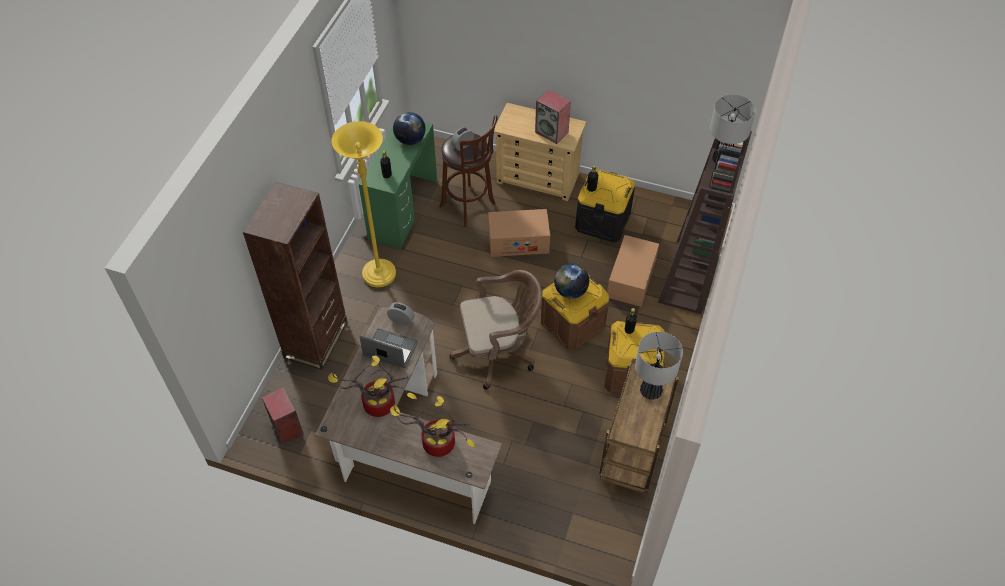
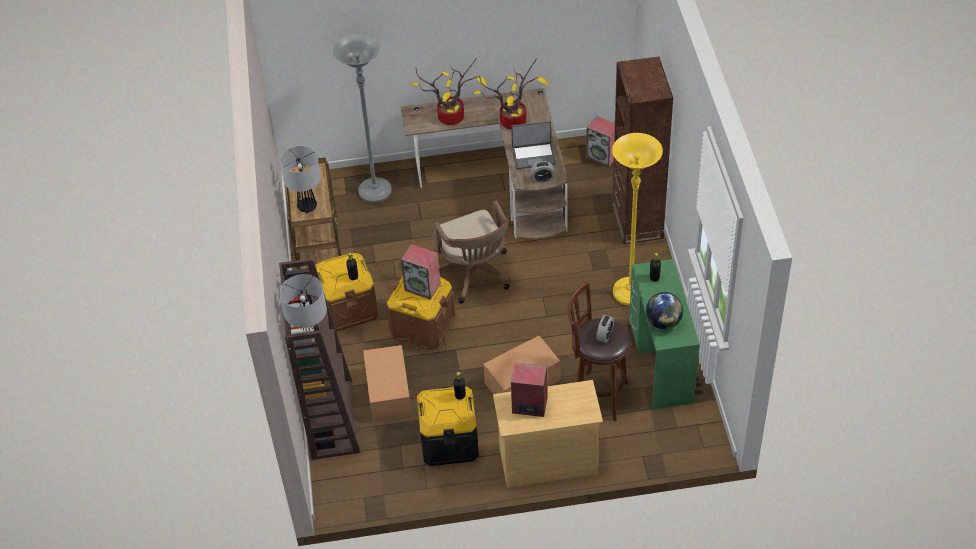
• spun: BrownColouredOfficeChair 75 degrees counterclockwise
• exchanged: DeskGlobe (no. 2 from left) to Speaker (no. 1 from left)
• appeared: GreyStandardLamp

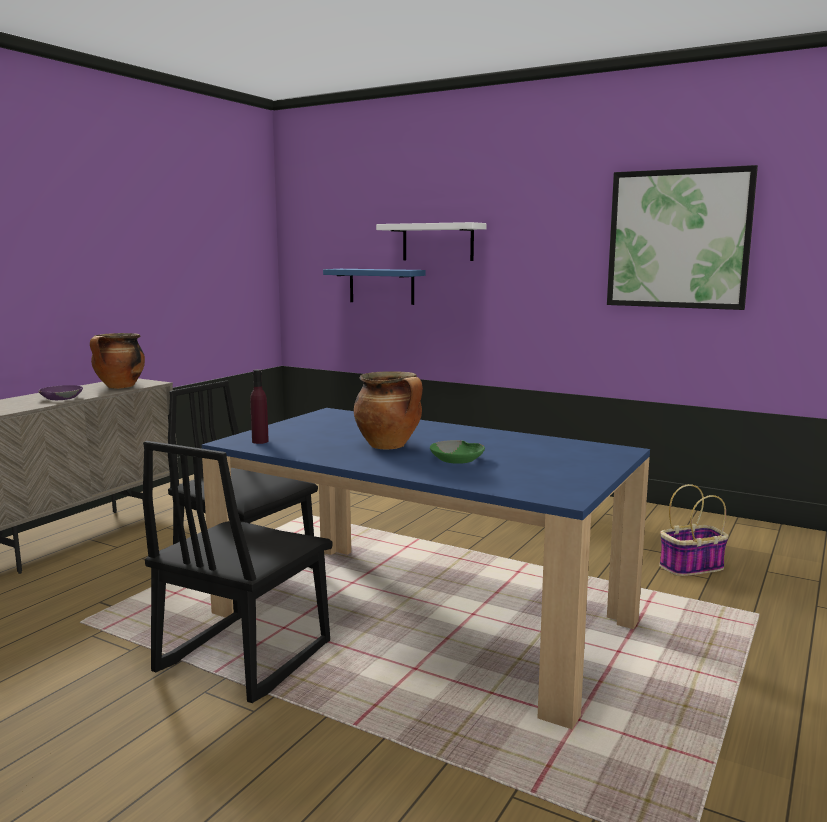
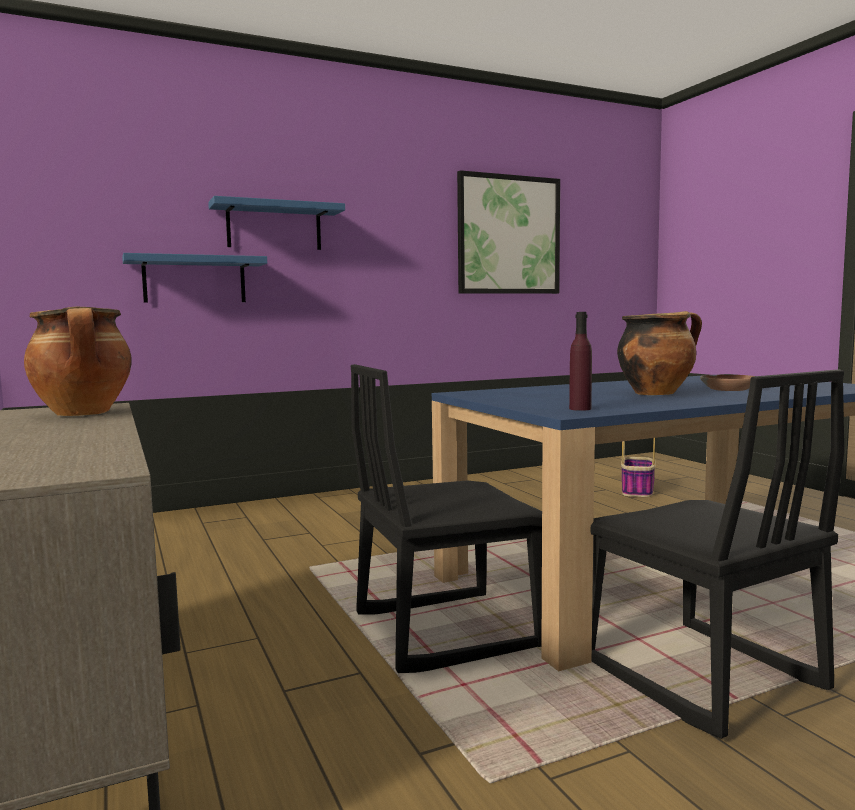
• missing: PurplishDeepDish
• colour: WhiteColouredBracketShelf to BlueBracketShelf (no. 2 from left)
• colour: GreenishDeepDish to BrownColouredDeepDish

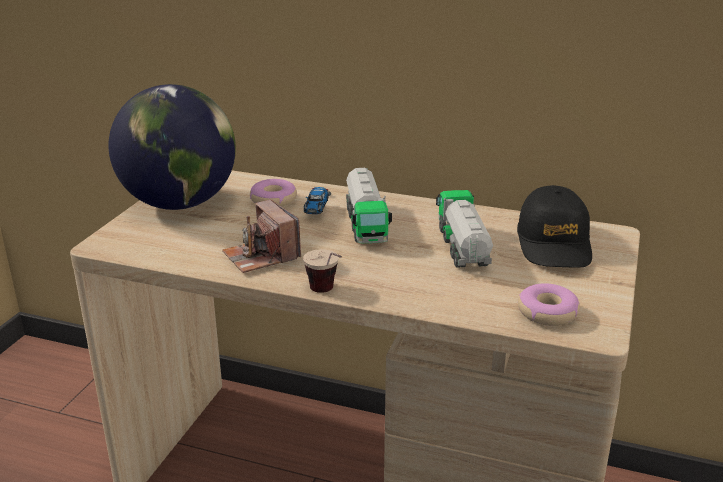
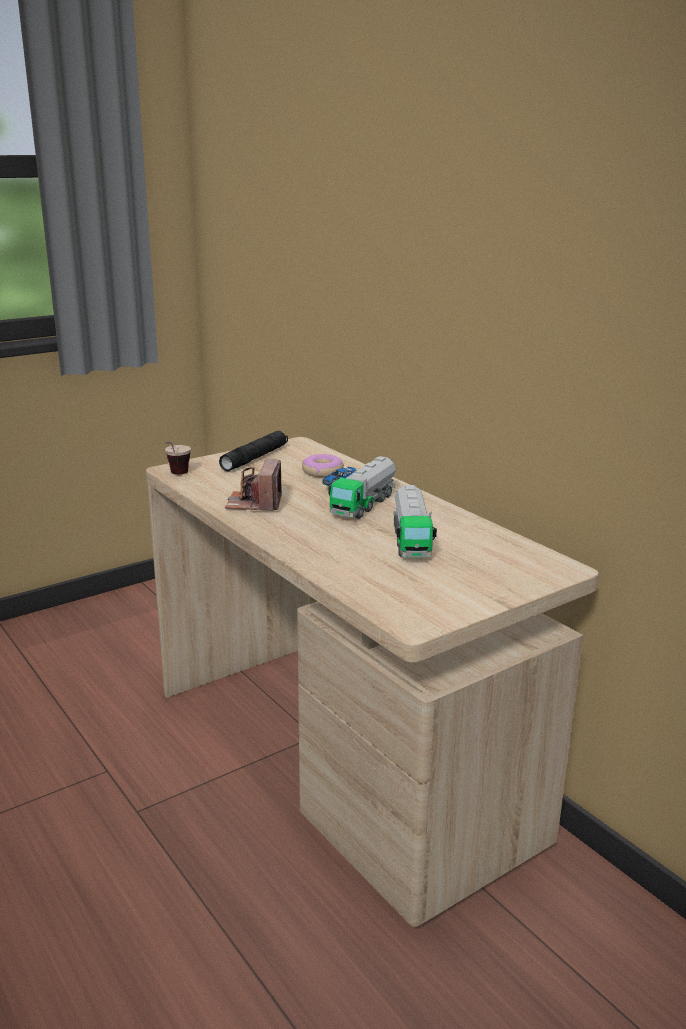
• exchanged: DeskGlobe to BlackishTorch
• relocated: DrinkingCup
• spun: ToyLorry (no. 2 from left) 150 degrees clockwise
• missing: BlackishCap
• missing: Donut (no. 2 from left)

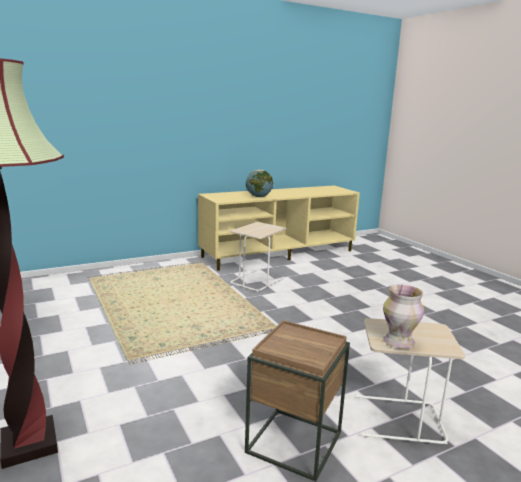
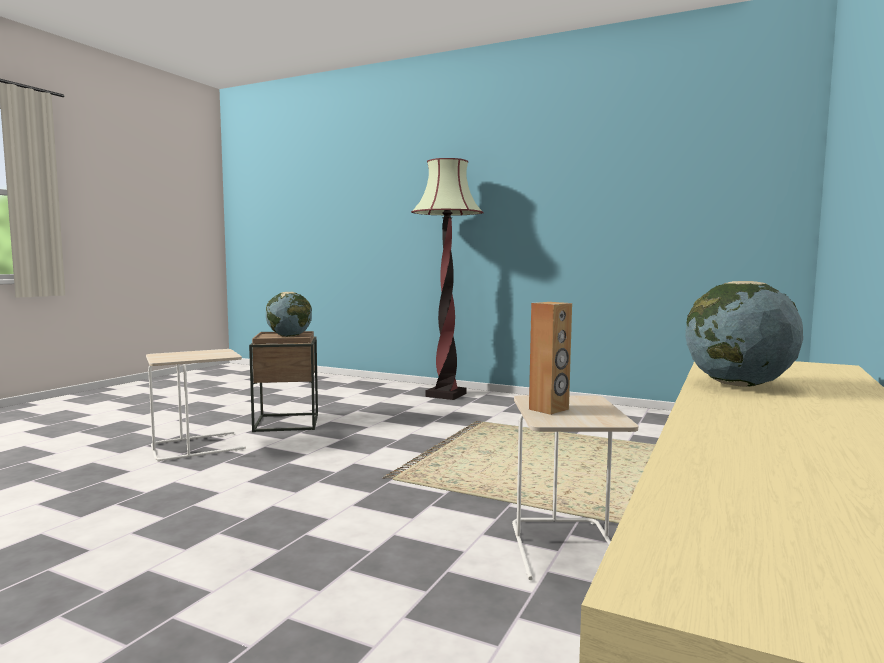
• missing: Vase
• appeared: DeskGlobe (no. 1 from left)
• appeared: BrownColouredSpeaker

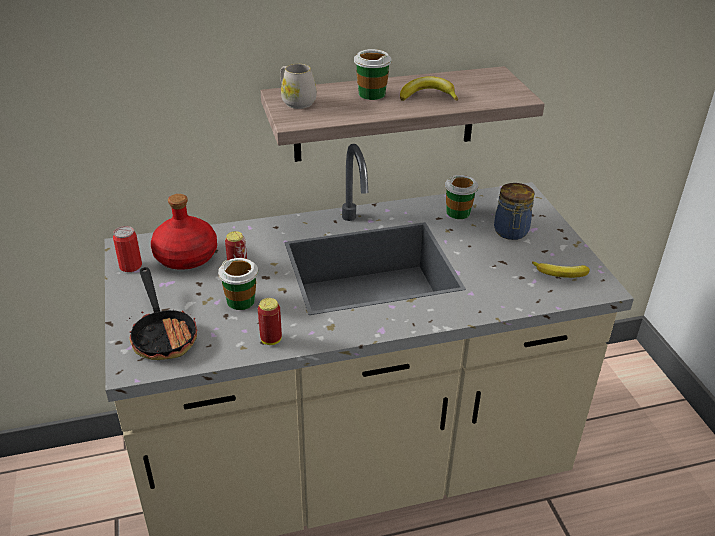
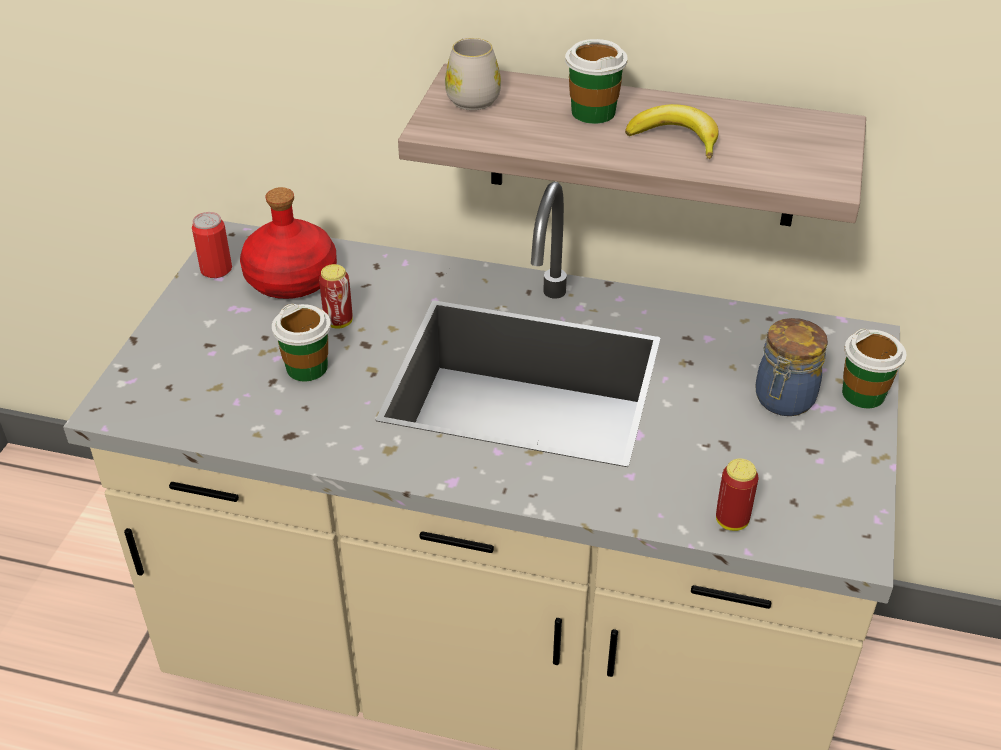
• missing: Pan
• relocated: SealedCan (no. 3 from left)
• relocated: DrinkingCup (no. 3 from left)
• missing: BananaFruit (no. 2 from left)

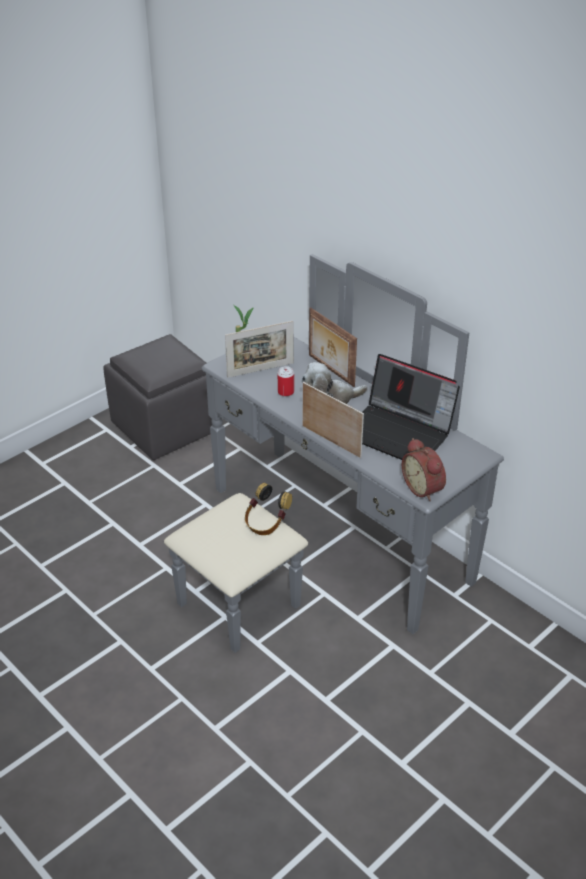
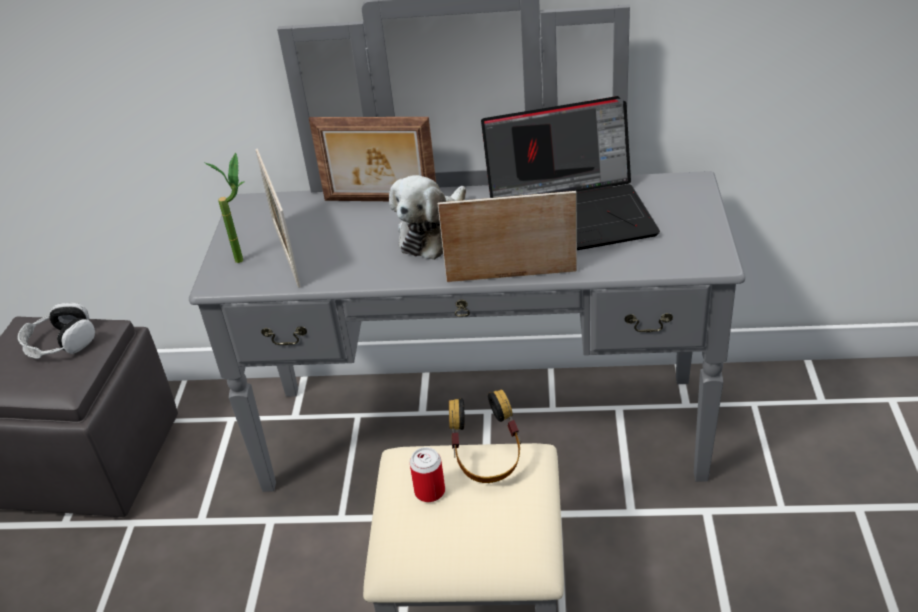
• spun: PictureFrame (no. 1 from left) 135 degrees clockwise
• relocated: SealedCan
• missing: AlarmClock
• appeared: Headset (no. 1 from left)

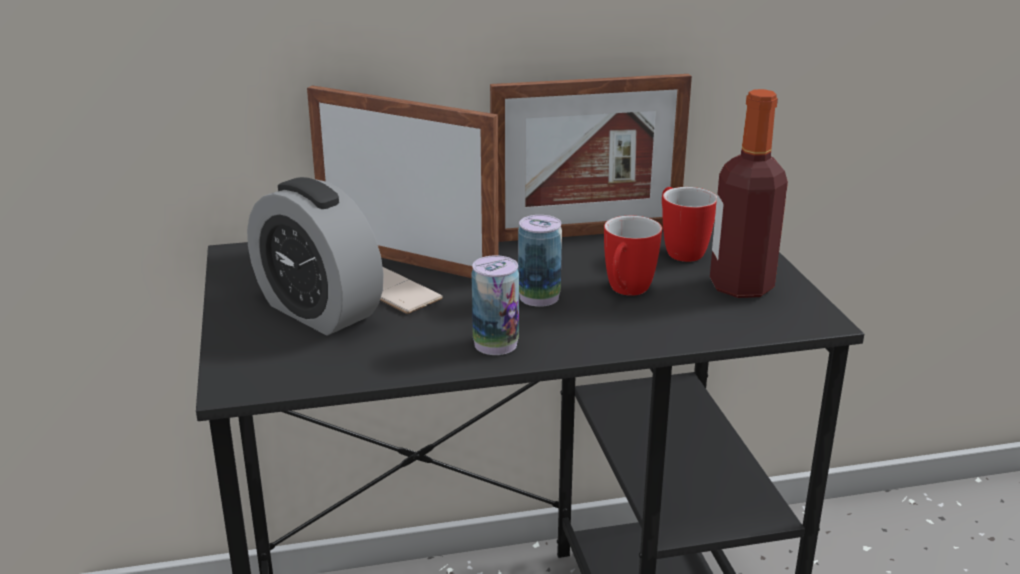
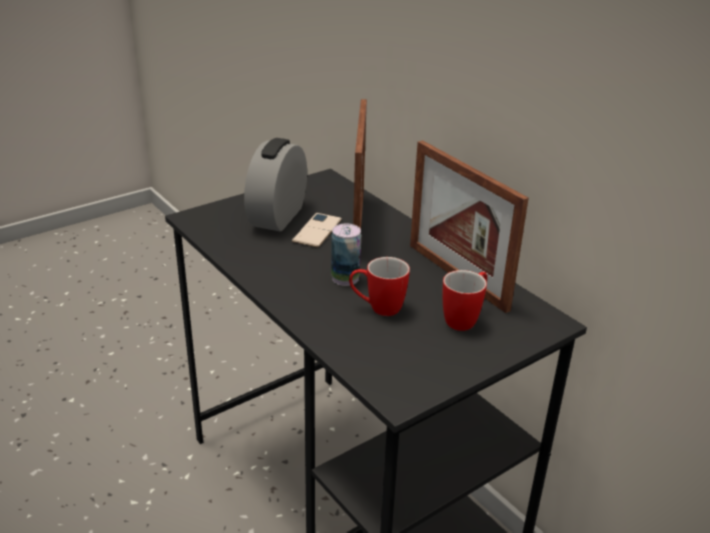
• missing: SealedCan (no. 1 from left)
• missing: Bottle

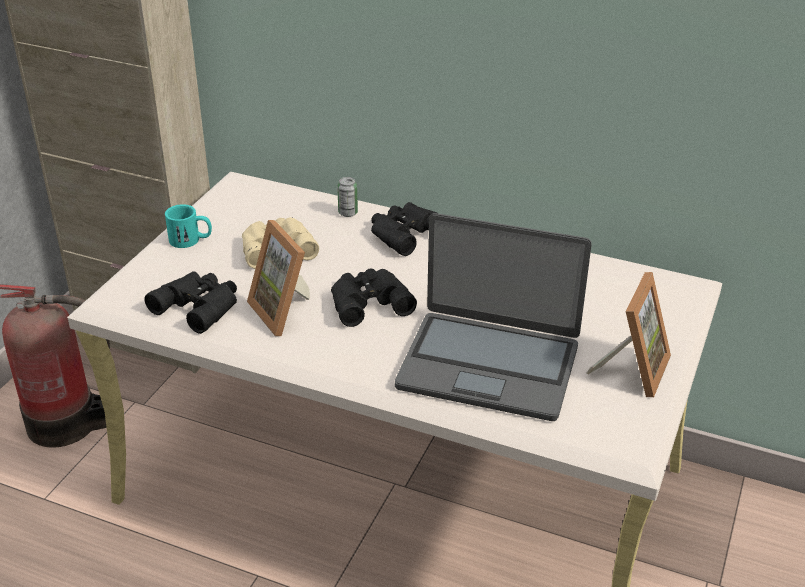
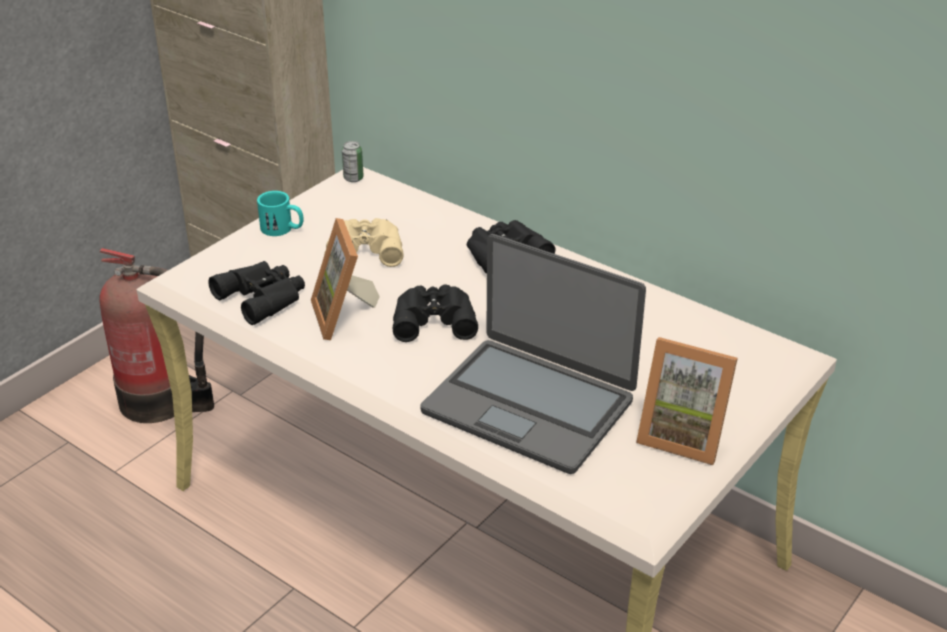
• relocated: SealedCan
• spun: PictureFrame (no. 2 from left) 75 degrees clockwise

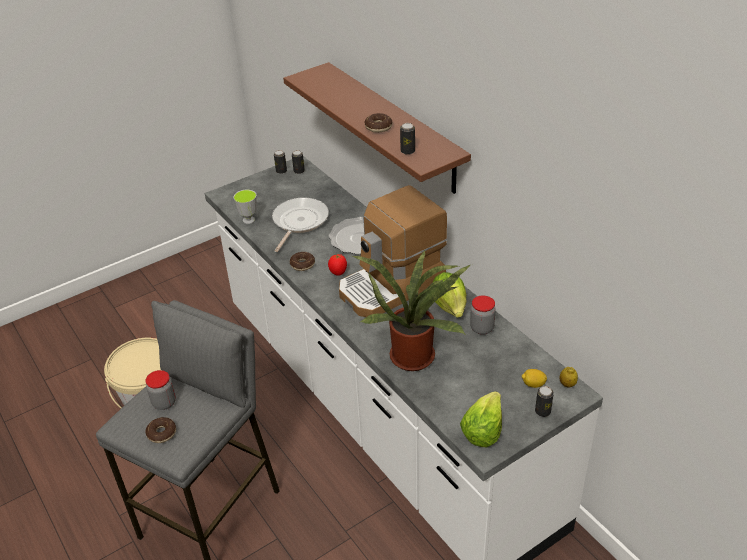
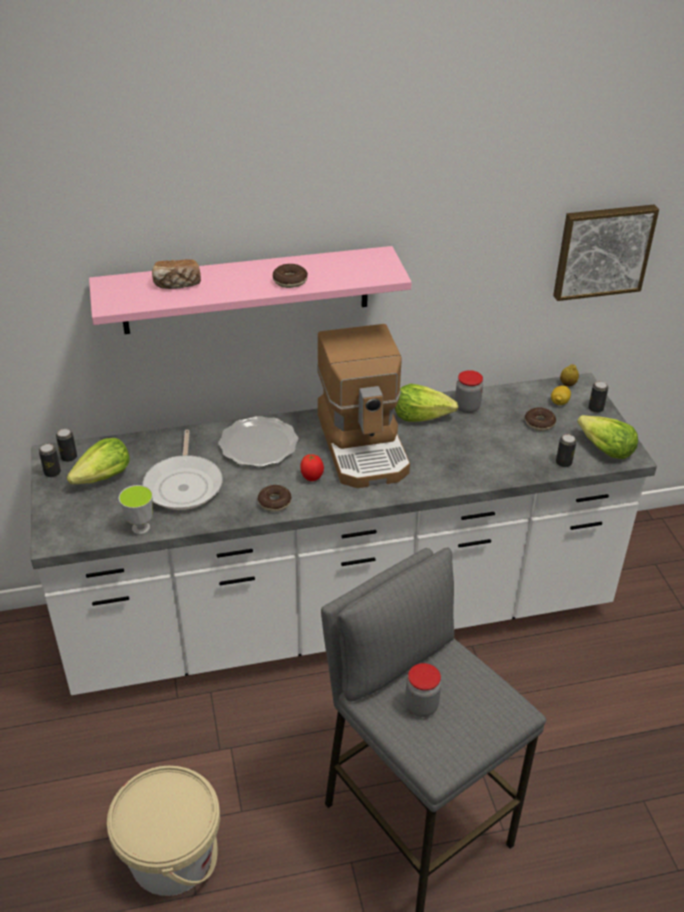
• relocated: Donut (no. 1 from left in the first image) to Donut (no. 3 from left)
• spun: Pan 135 degrees counterclockwise
• colour: BrownColouredBracketShelf to PinkishBracketShelf
• missing: PlantInAPot
• relocated: SealedCan (no. 3 from left)
• appeared: HeadOfLettuce (no. 1 from left)
• appeared: BakedBread
• appeared: WallArt

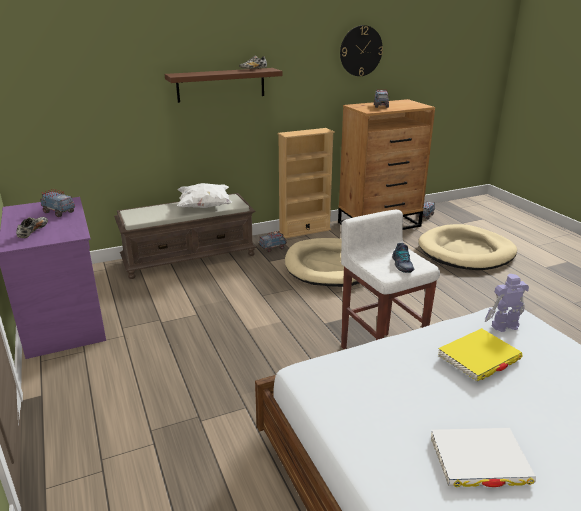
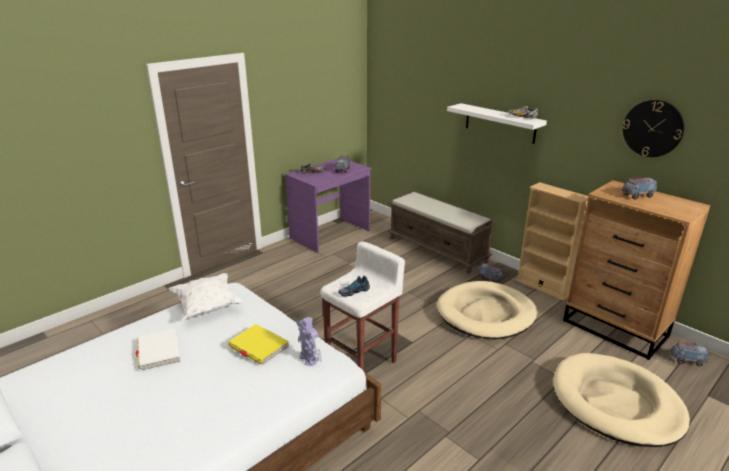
• colour: BrownColouredBracketShelf to WhiteColouredBracketShelf
• relocated: WhiteColouredPillow

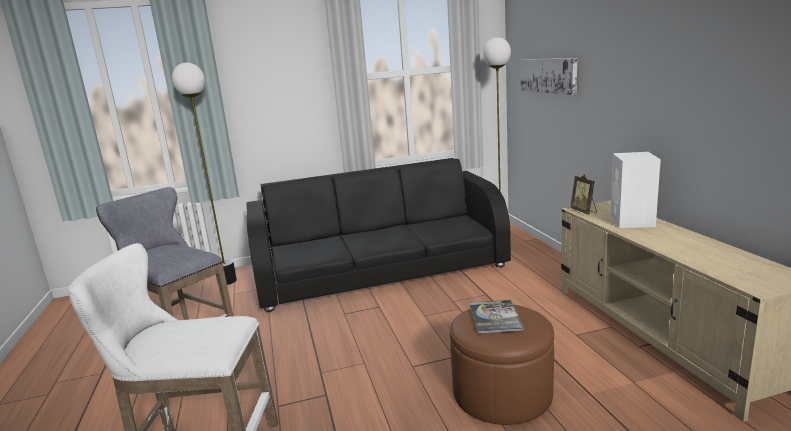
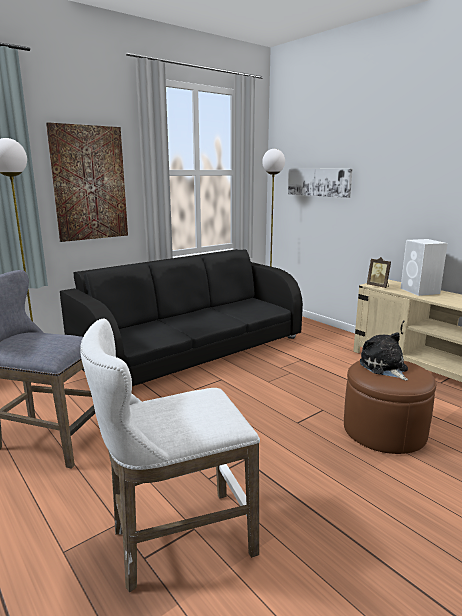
• exchanged: Book to PlushToy
• appeared: WallArt (no. 1 from left)

